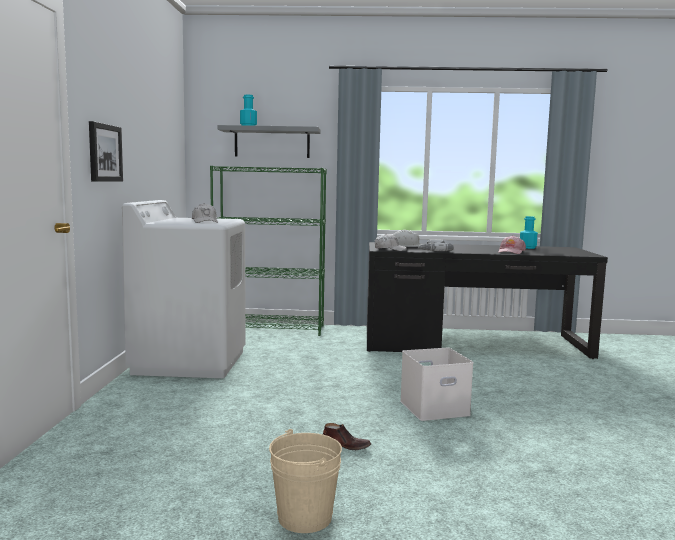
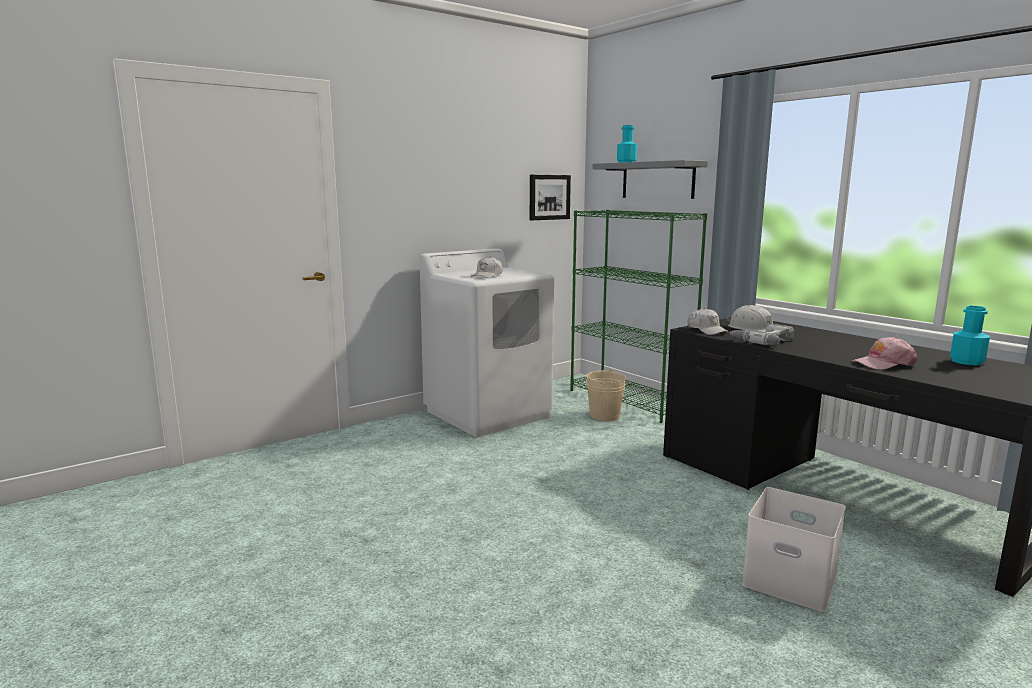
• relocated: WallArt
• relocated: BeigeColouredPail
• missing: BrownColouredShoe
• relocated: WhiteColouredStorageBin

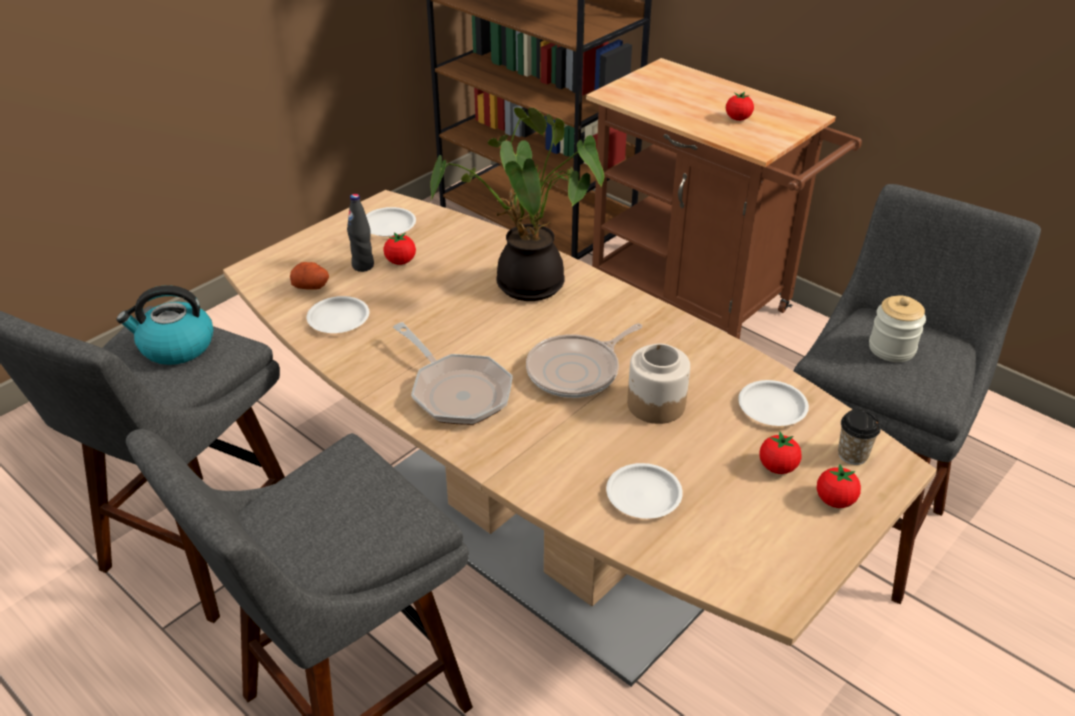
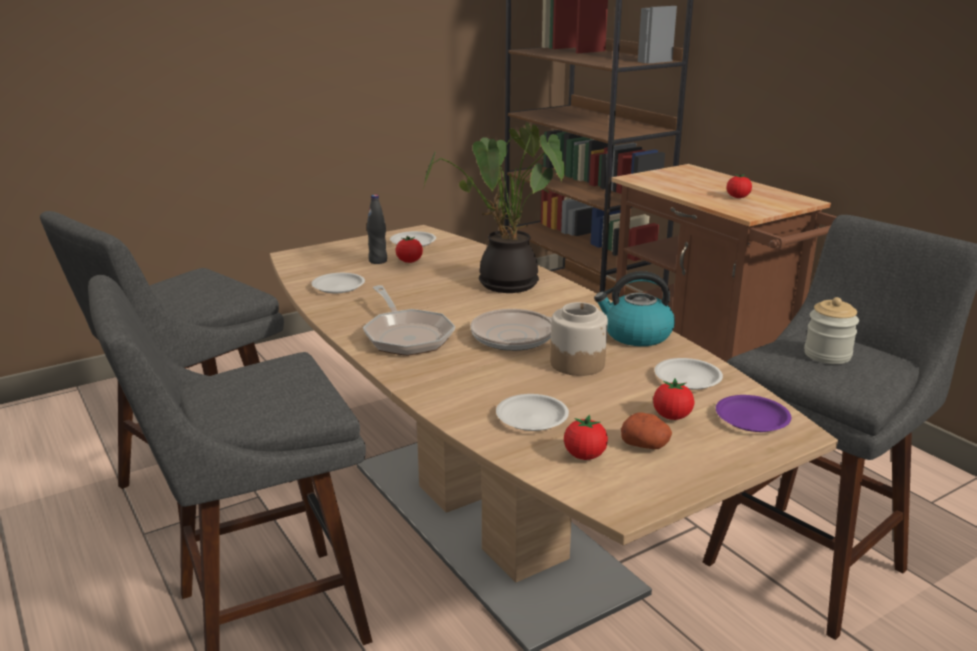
• relocated: TeaKettle
• relocated: WholePotato
• relocated: FreshTomato (no. 4 from left in the first image) to FreshTomato (no. 2 from left)
• exchanged: DrinkingCup to PurplishDinnerPlate

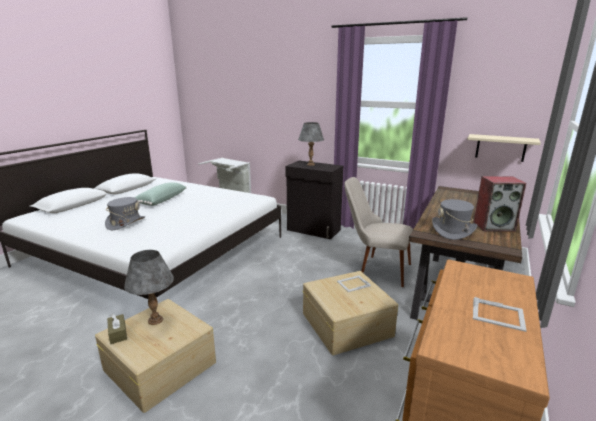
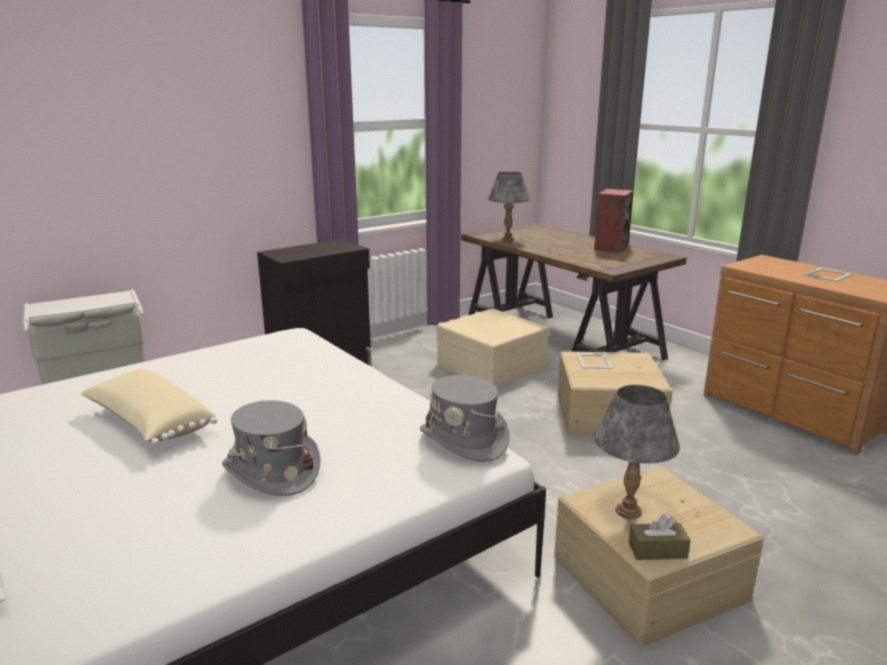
• colour: GreenishPillow to BeigeColouredPillow
• relocated: GreyTableLamp (no. 2 from left in the first image) to GreyTableLamp (no. 1 from left)
• exchanged: BeigeColouredPlainChair to BeigeColouredStorageBin (no. 1 from left)
• relocated: GreyClothingHat (no. 2 from left)
• missing: BeigeColouredBracketShelf

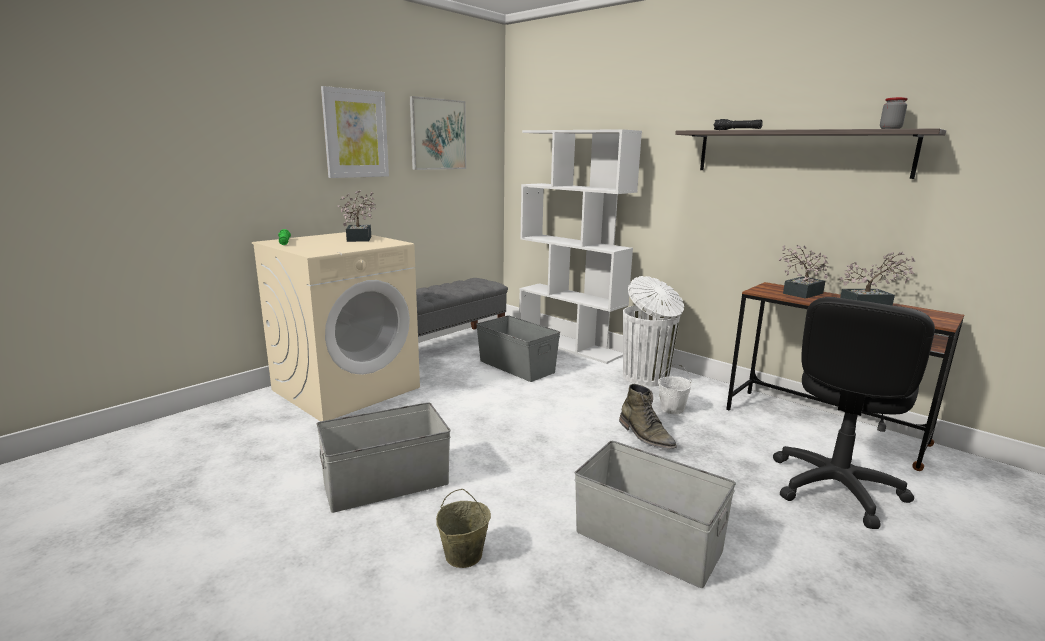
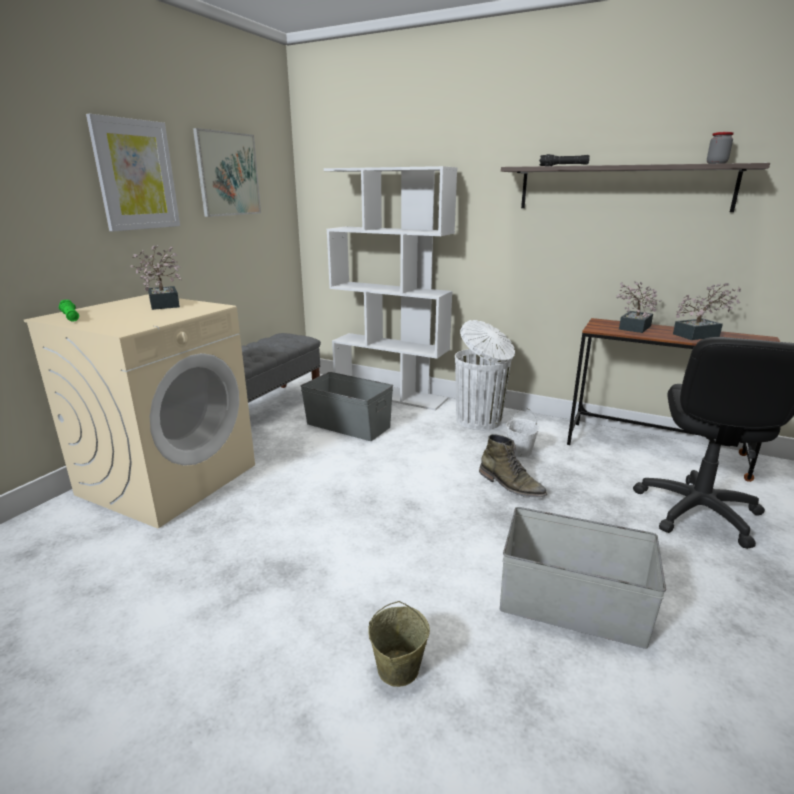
• missing: GreyStorageBin (no. 1 from left)

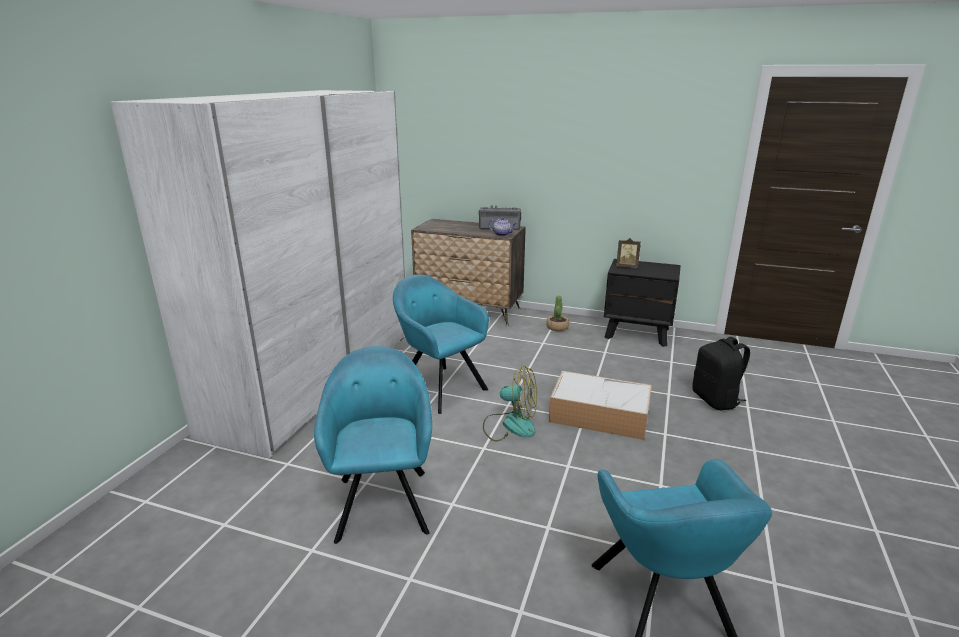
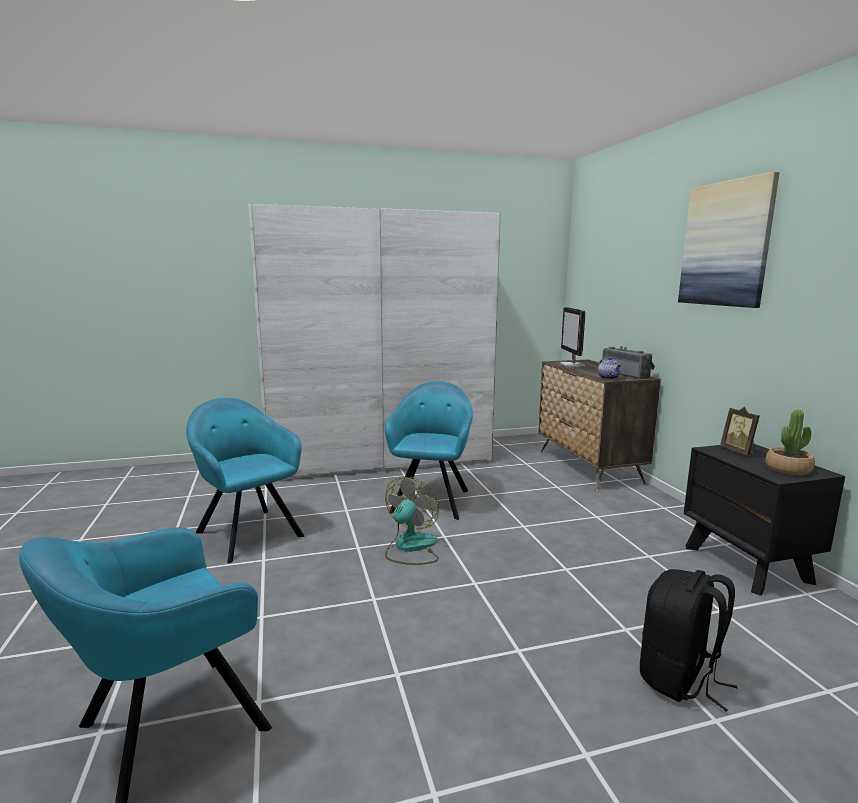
• spun: TurquoiseArmchair (no. 1 from left in the first image) 90 degrees counterclockwise
• spun: ElectricFan 135 degrees counterclockwise
• relocated: PlantInAPot
• missing: StorageBin
• appeared: ComputerScreen
• appeared: WallArt

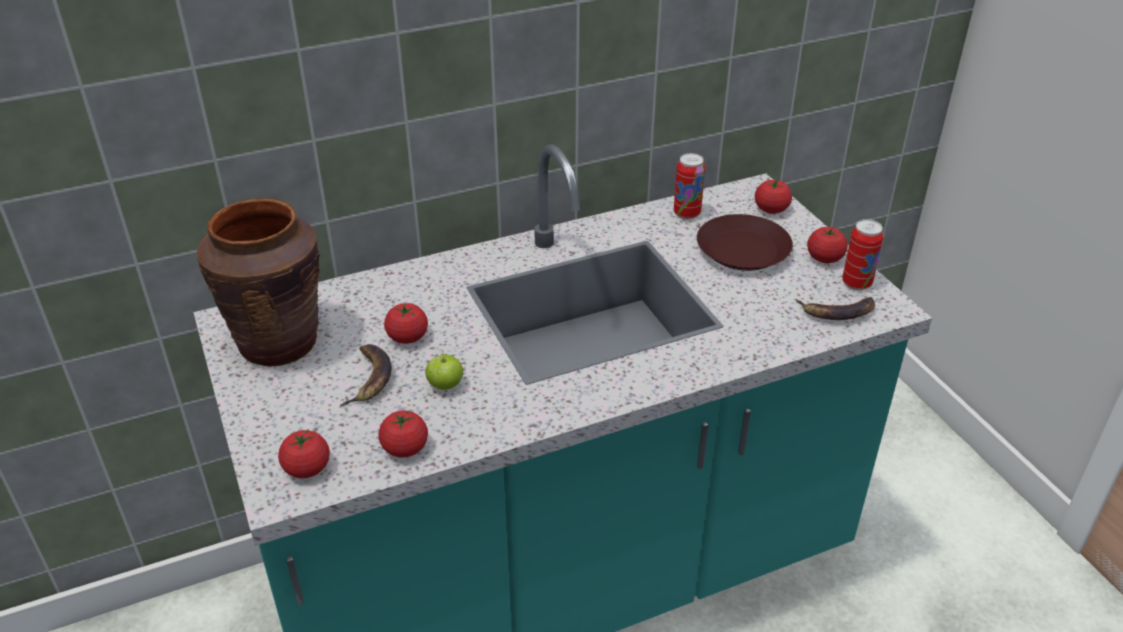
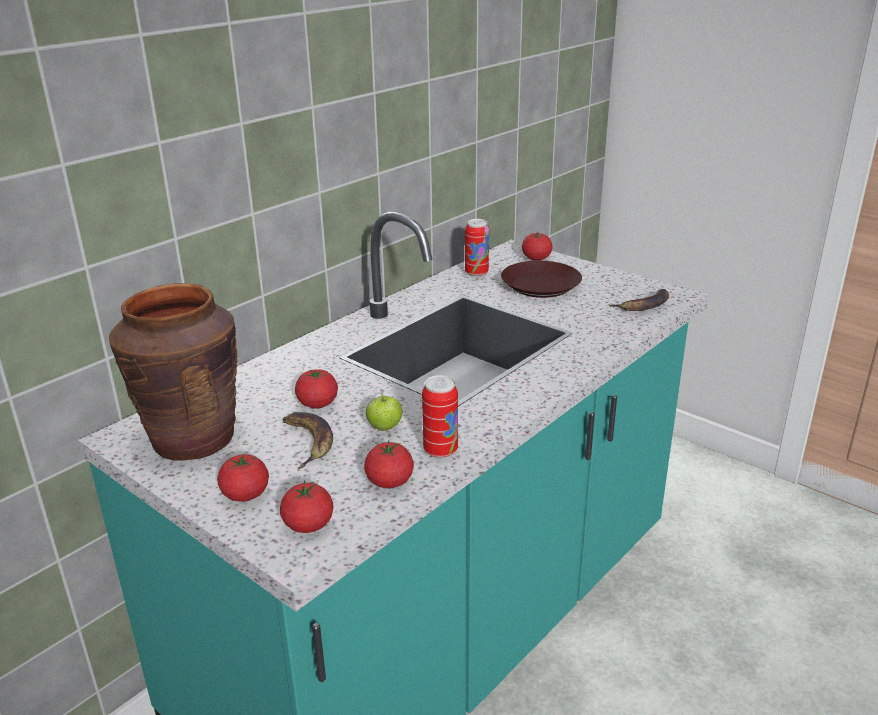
• relocated: FreshTomato (no. 5 from left in the first image) to FreshTomato (no. 1 from left)
• relocated: SealedCan (no. 2 from left in the first image) to SealedCan (no. 1 from left)

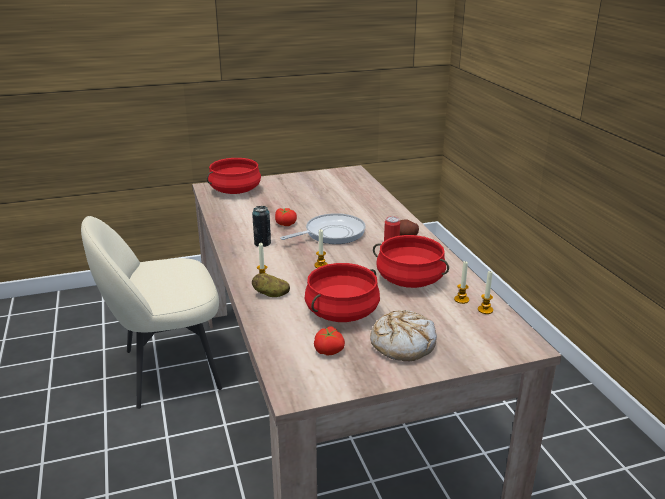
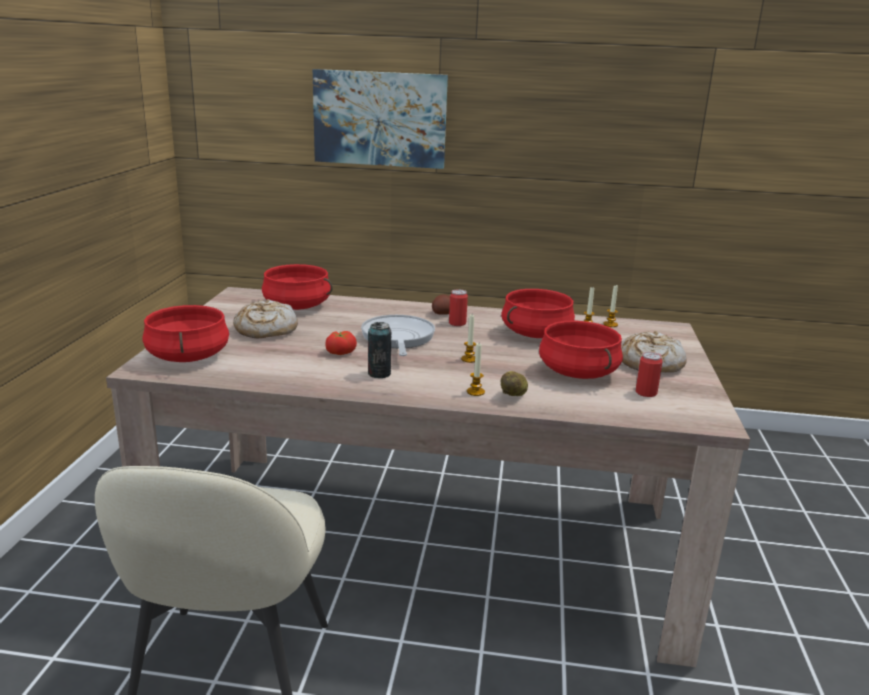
• exchanged: FreshTomato (no. 2 from left) to SealedCan (no. 3 from left)
• appeared: BakedBread (no. 1 from left)
• appeared: RedStockpot (no. 2 from left)
• appeared: WallArt

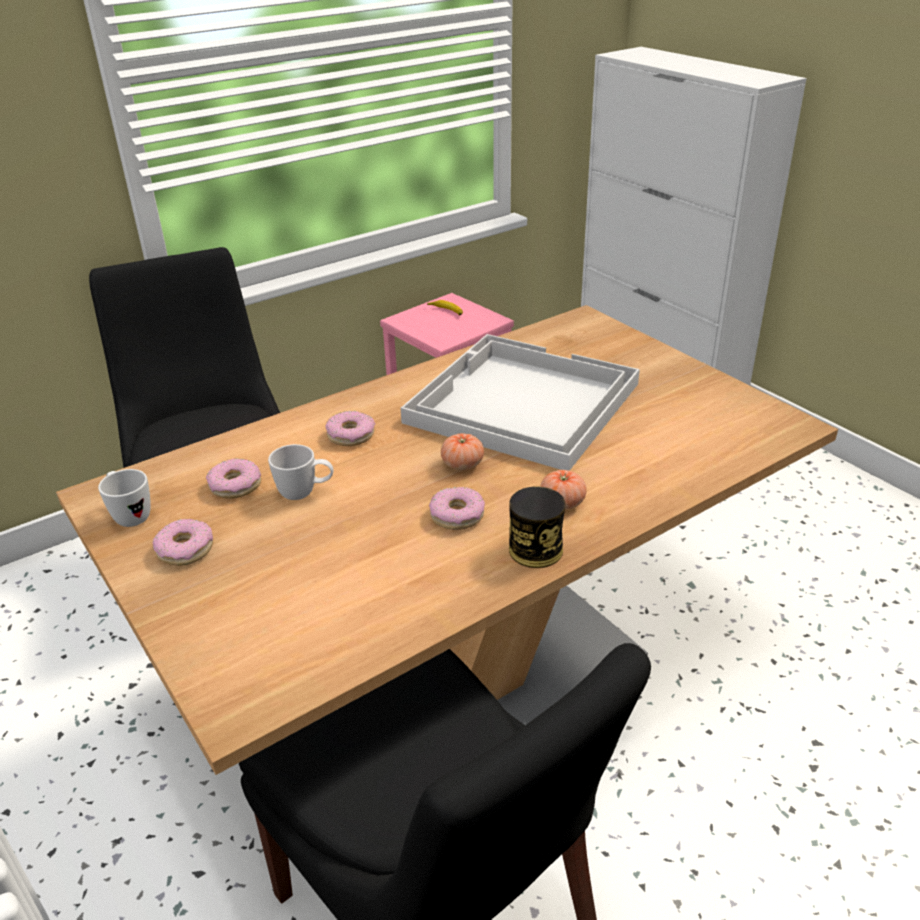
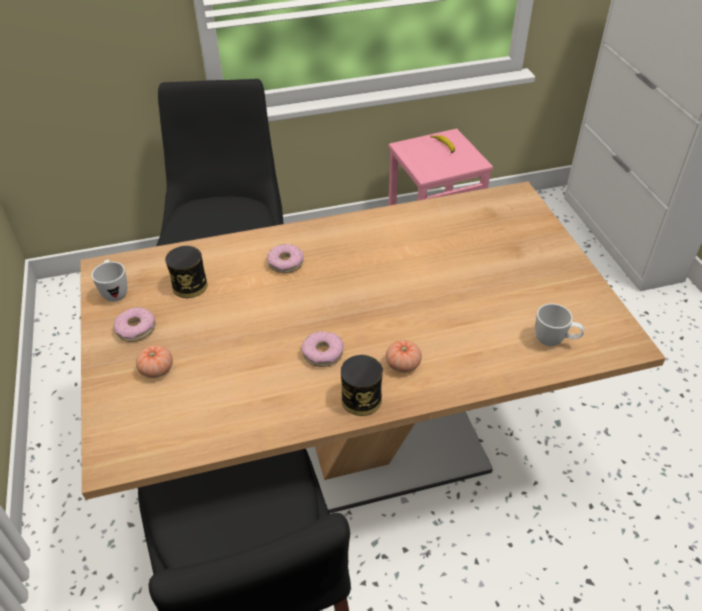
• exchanged: Donut (no. 2 from left) to SealedCan (no. 1 from left)
• relocated: WhiteColouredCoffeeMug (no. 2 from left)
• missing: WhiteColouredServingTray
• relocated: FreshTomato (no. 1 from left)

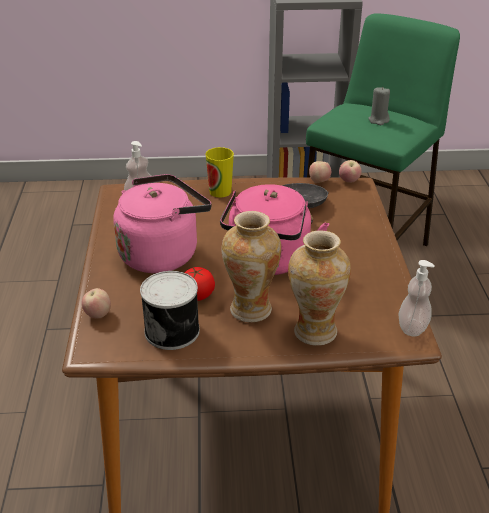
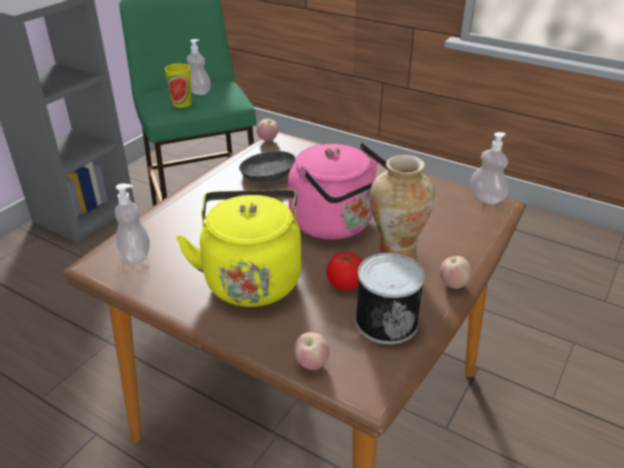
• colour: PinkishTeaKettle (no. 1 from left) to YellowTeaKettle
• relocated: DrinkingCup
• missing: Vase (no. 2 from left)
• relocated: Apple (no. 2 from left in the first image) to Apple (no. 3 from left)
• exchanged: GreyCandle to LiquidSoapBottle (no. 2 from left)

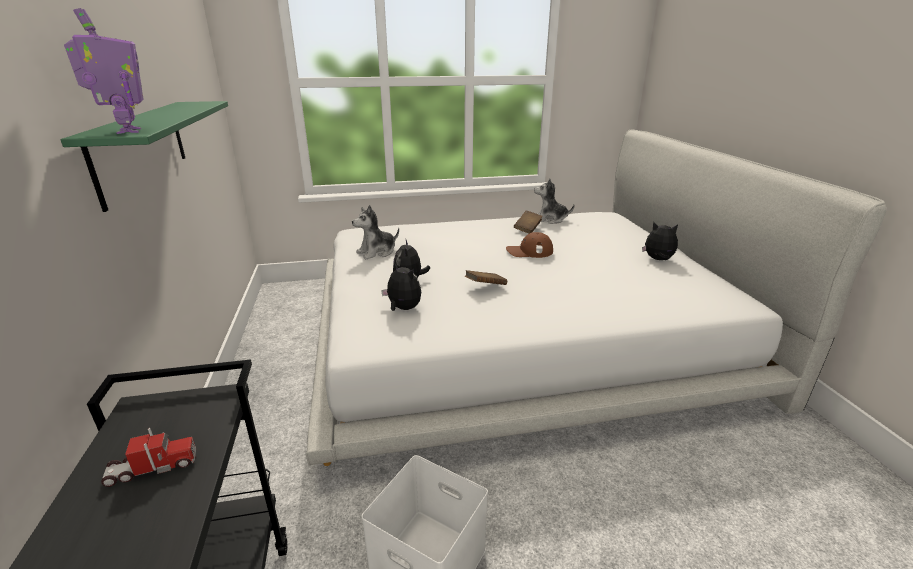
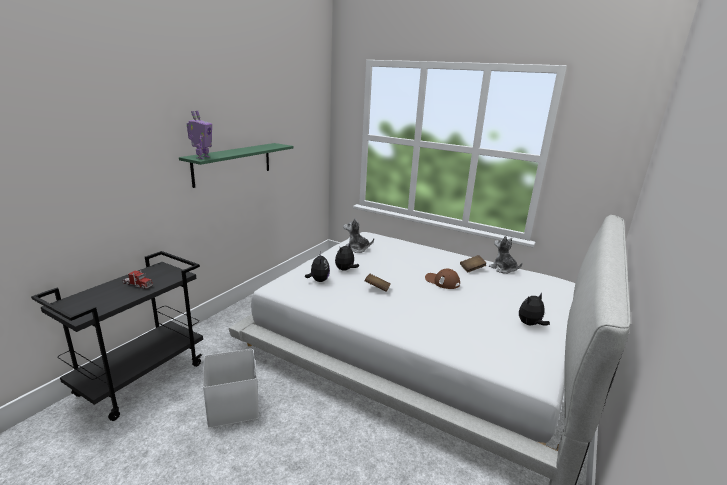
• spun: PlushToy (no. 5 from left) 90 degrees counterclockwise

